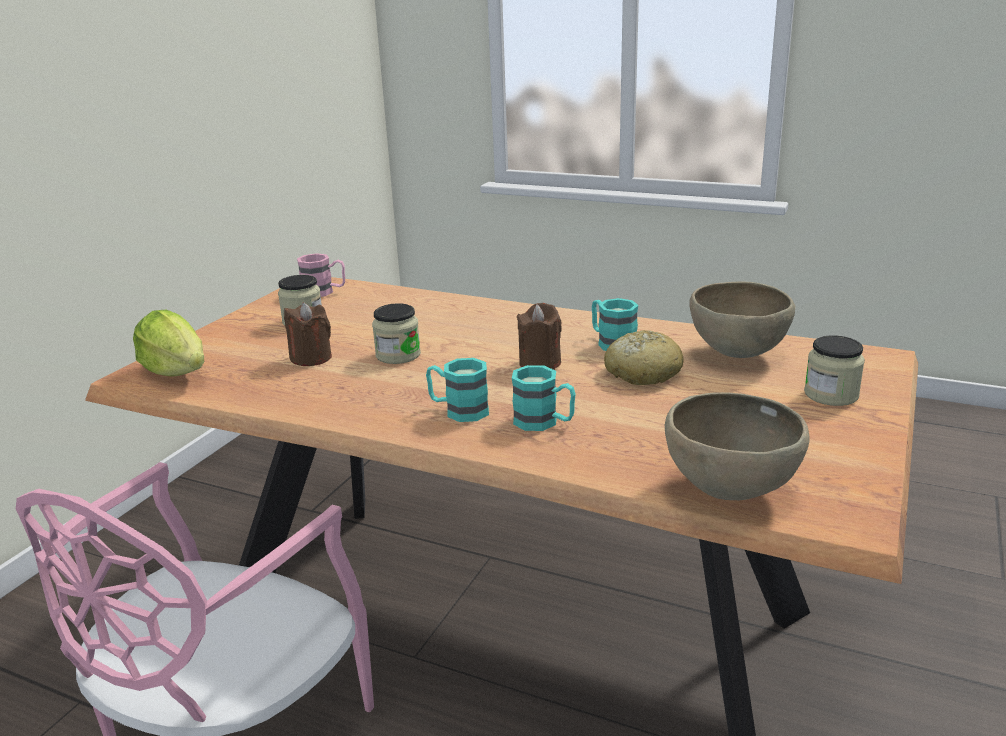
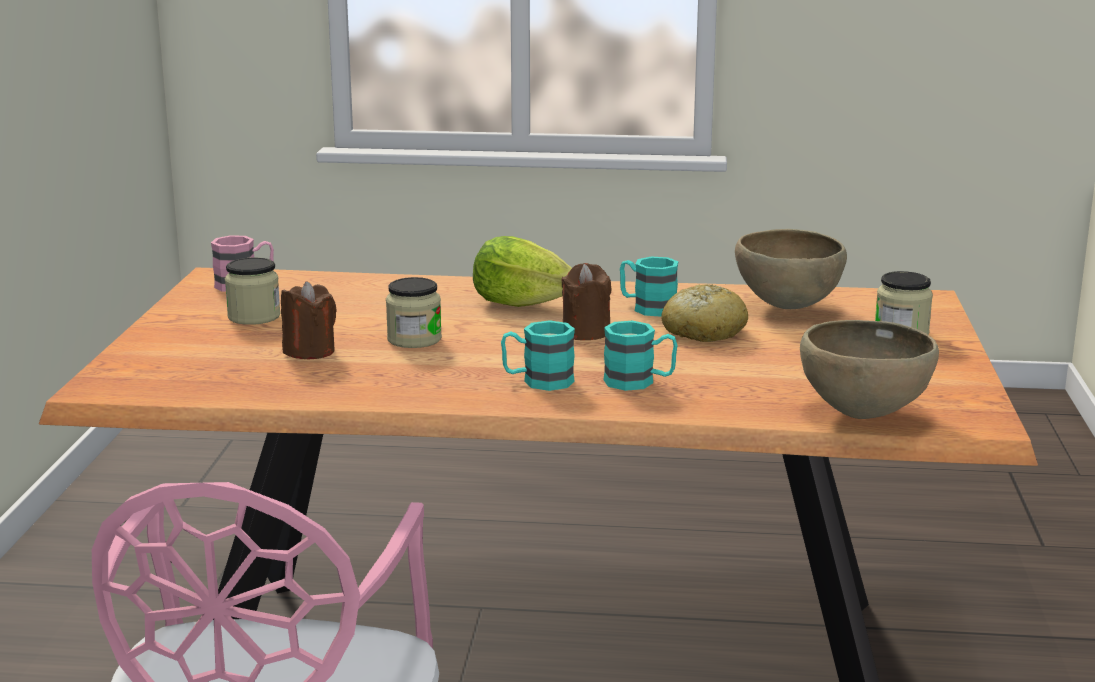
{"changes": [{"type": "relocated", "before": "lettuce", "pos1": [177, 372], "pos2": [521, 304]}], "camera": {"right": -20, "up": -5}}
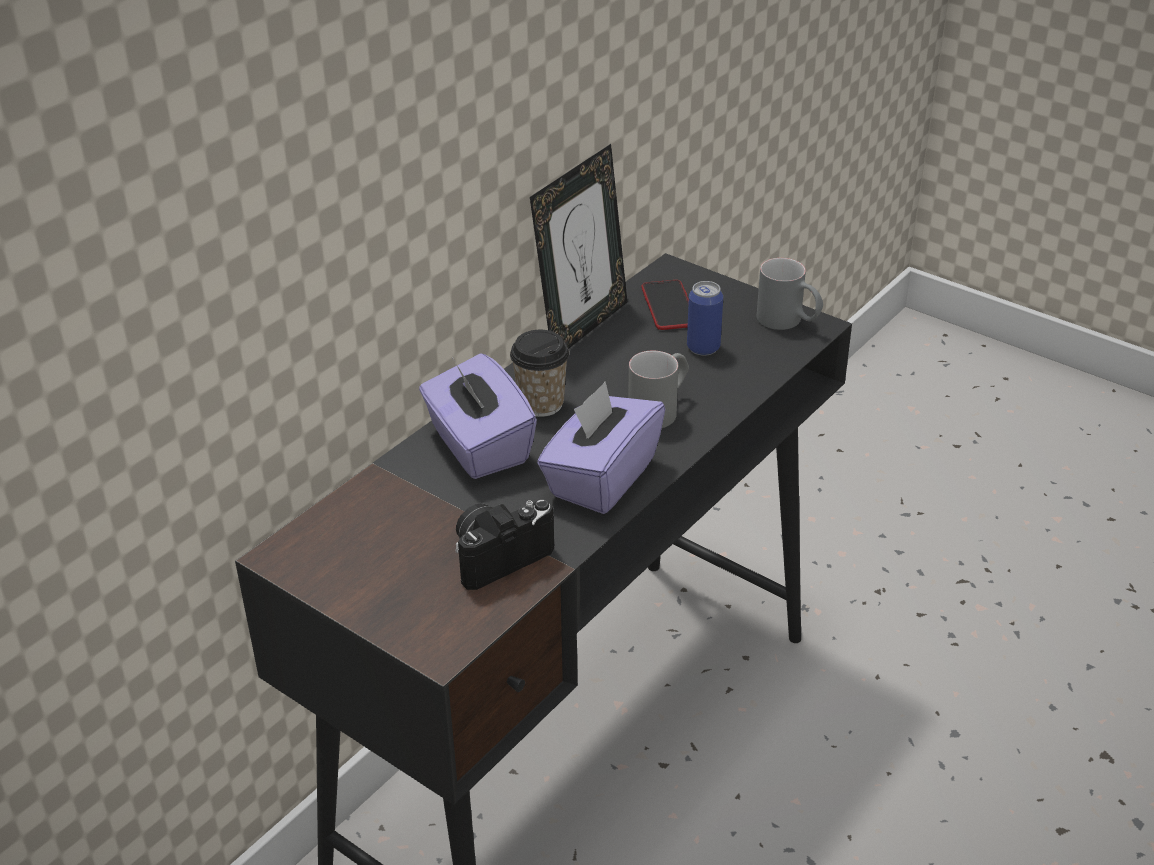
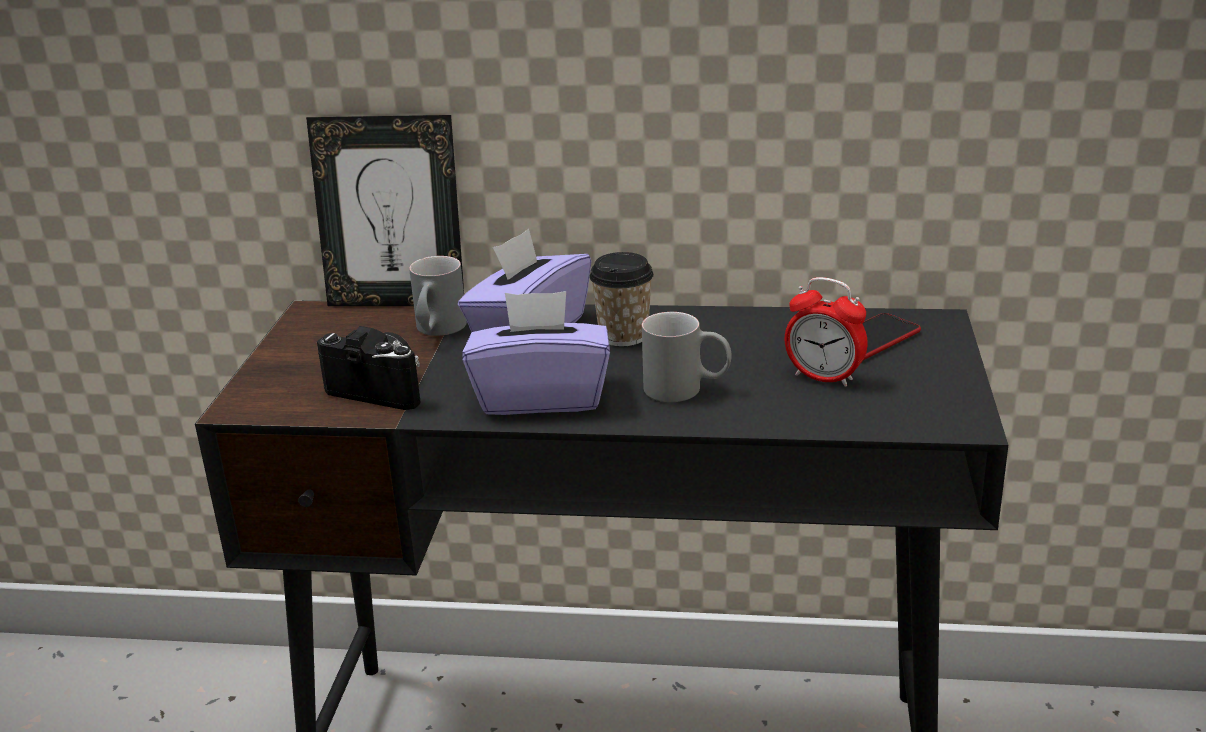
{"changes": [{"type": "relocated", "before": "picture frame", "pos1": [582, 327], "pos2": [398, 301]}, {"type": "relocated", "before": "mug (grey)", "pos1": [788, 322], "pos2": [437, 331]}, {"type": "exchanged", "before": "can", "after": "alarm clock", "pos1": [703, 347], "pos2": [824, 378]}], "camera": {"right": 60, "up": -10}}
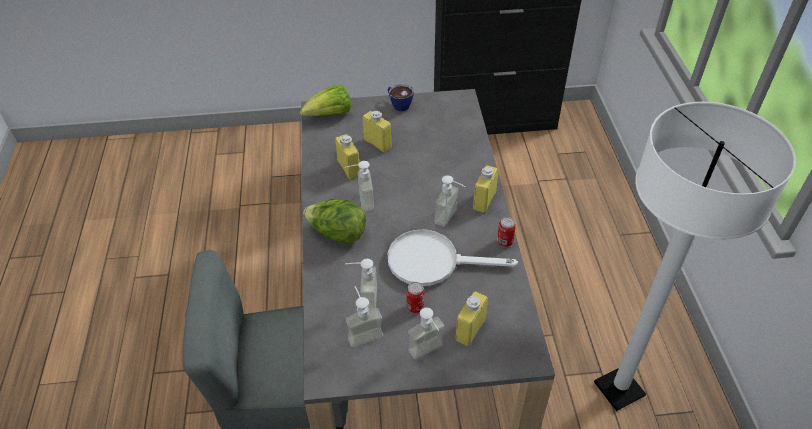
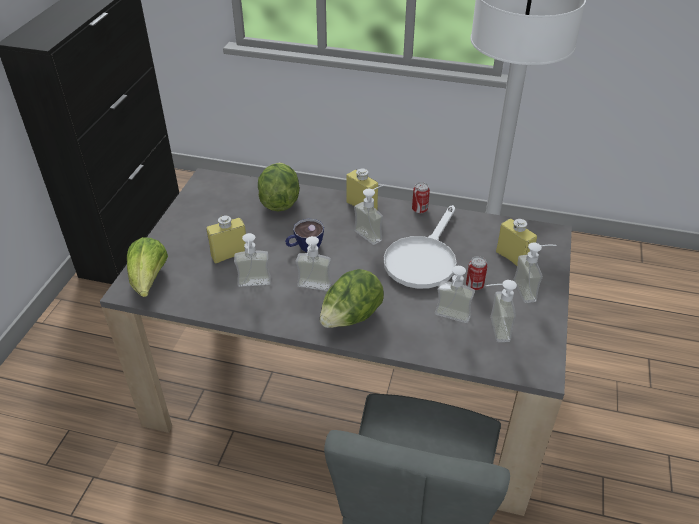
{"changes": [{"type": "relocated", "before": "cup", "pos1": [398, 104], "pos2": [304, 247]}, {"type": "exchanged", "before": "bottle (yellow)", "after": "soap dispenser", "pos1": [349, 168], "pos2": [254, 286]}, {"type": "appeared", "after": "lettuce", "pos2": [279, 201]}], "camera": {"right": -70, "up": -5}}
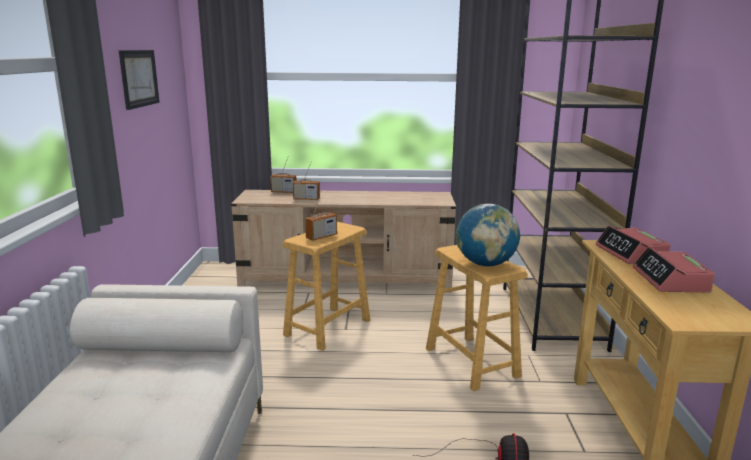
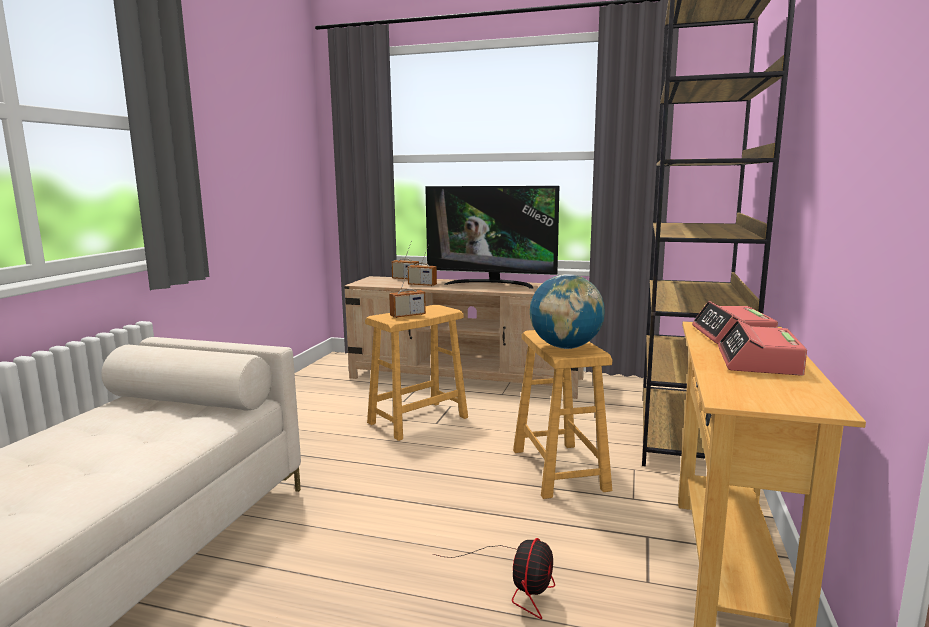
{"changes": [{"type": "missing", "before": "picture", "pos1": [139, 78]}, {"type": "appeared", "after": "television", "pos2": [492, 284]}], "camera": {"right": 15, "up": -5}}
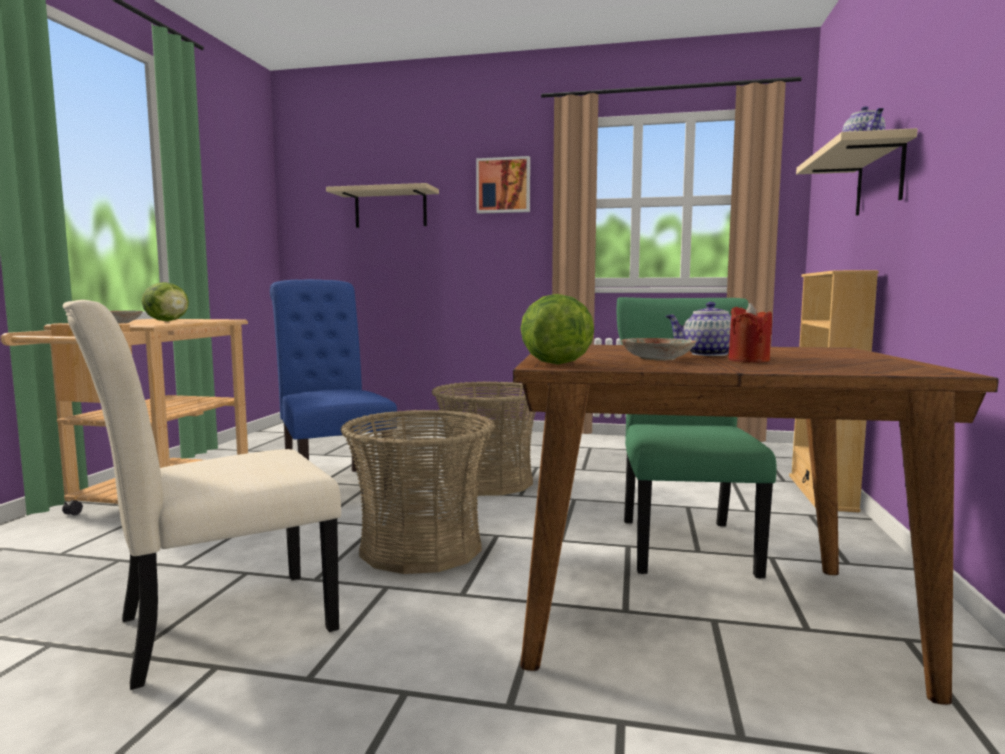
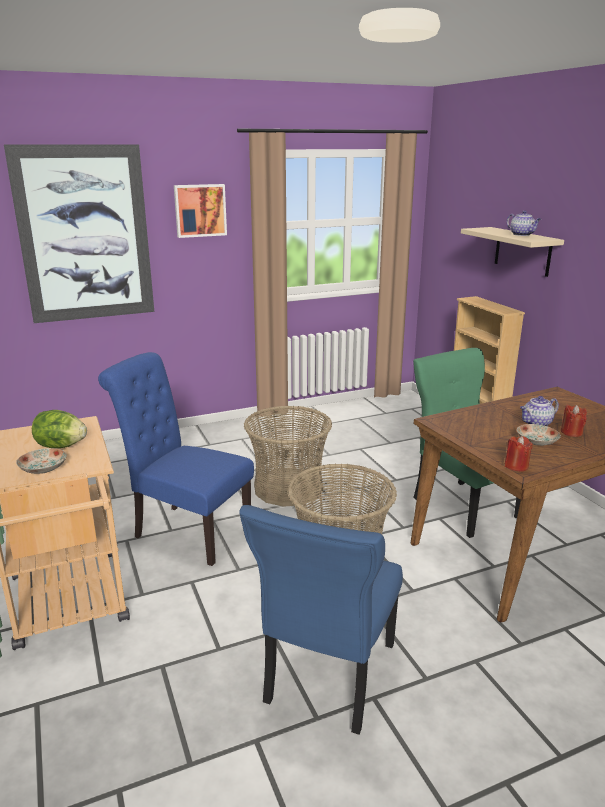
{"changes": [{"type": "exchanged", "before": "shelf (beige)", "after": "picture", "pos1": [390, 209], "pos2": [85, 235]}, {"type": "exchanged", "before": "lettuce", "after": "candle (red)", "pos1": [553, 363], "pos2": [516, 466]}, {"type": "colour", "before": "chair (beige)", "after": "chair (blue)", "pos1": [217, 626], "pos2": [328, 676]}], "camera": {"right": -35, "up": 15}}
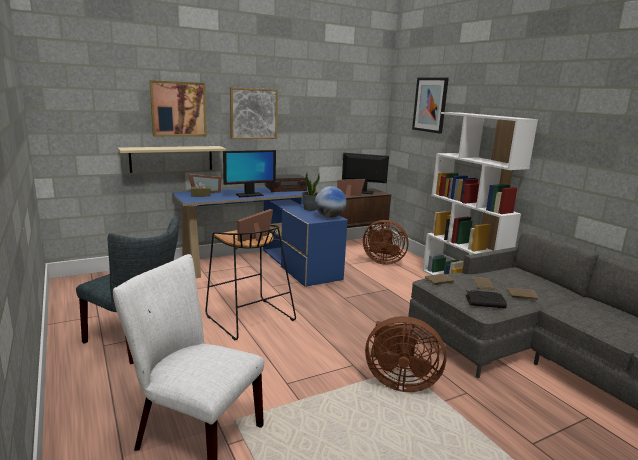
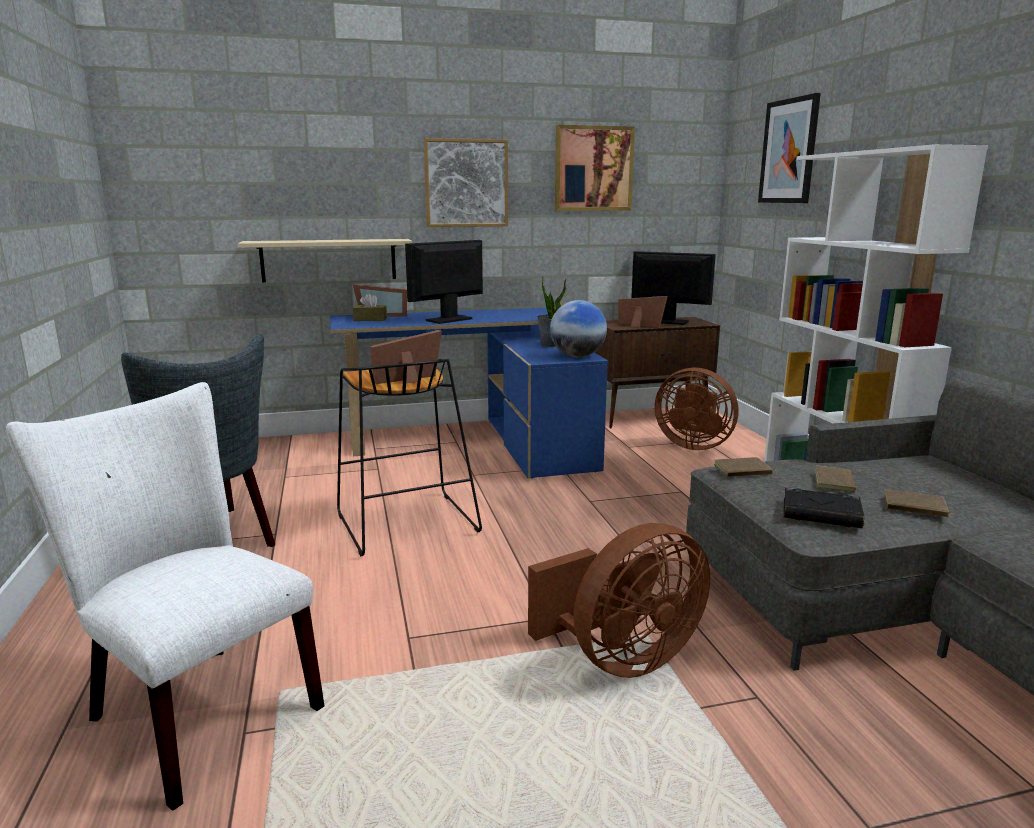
{"changes": [{"type": "relocated", "before": "picture", "pos1": [178, 109], "pos2": [593, 169]}, {"type": "spun", "before": "monitor", "pos1": [249, 195], "pos2": [449, 320], "turn": 150}, {"type": "missing", "before": "radio", "pos1": [285, 189]}, {"type": "spun", "before": "fan (brown)", "pos1": [399, 382], "pos2": [622, 659], "turn": -60}], "camera": {"right": 15, "up": 0}}
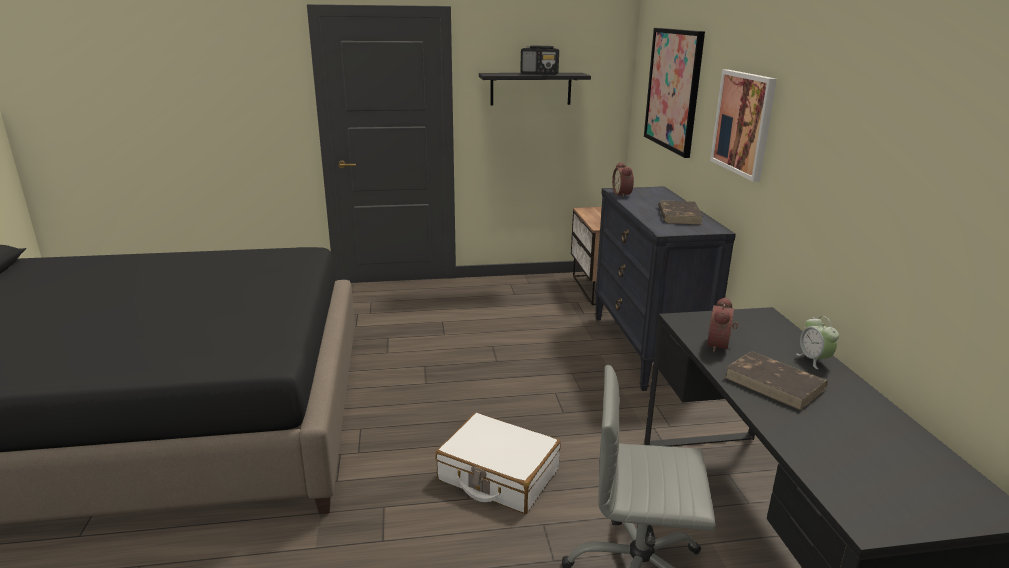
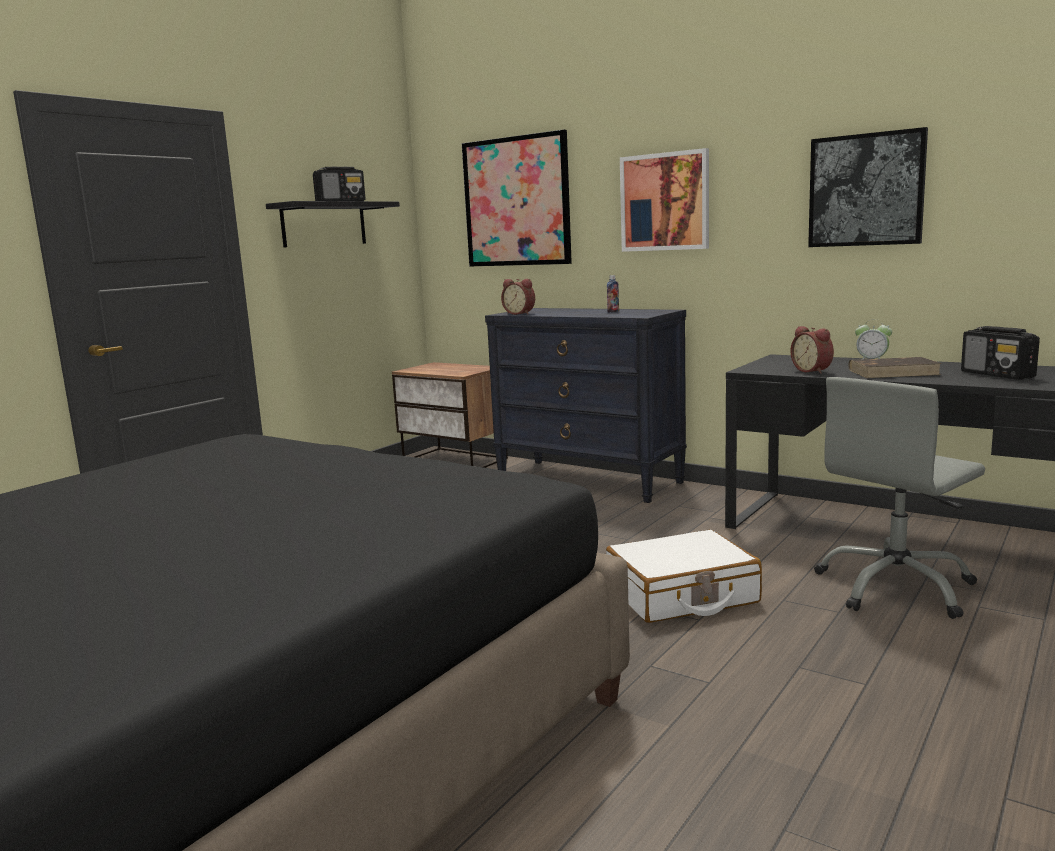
{"changes": [{"type": "exchanged", "before": "book (brown)", "after": "bottle", "pos1": [679, 215], "pos2": [613, 311]}, {"type": "appeared", "after": "picture", "pos2": [866, 190]}, {"type": "appeared", "after": "radio", "pos2": [997, 375]}], "camera": {"right": -45, "up": -10}}
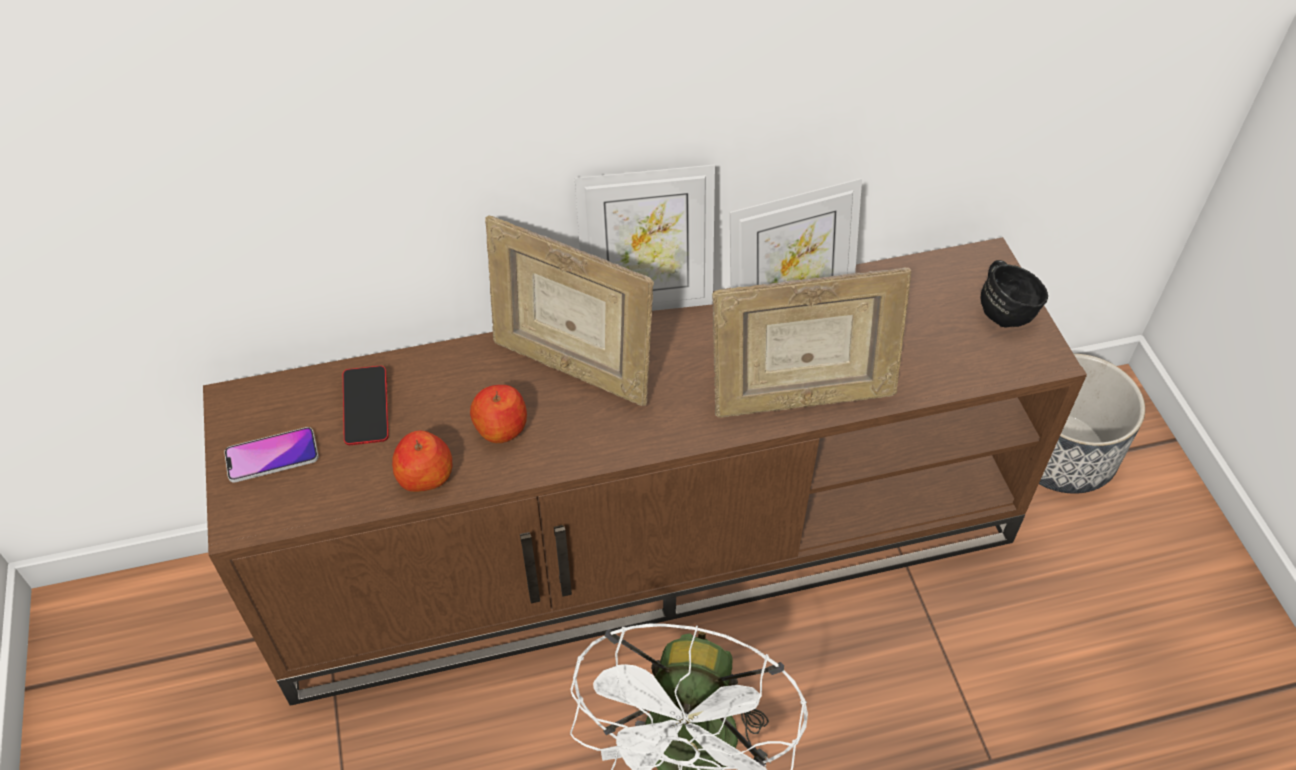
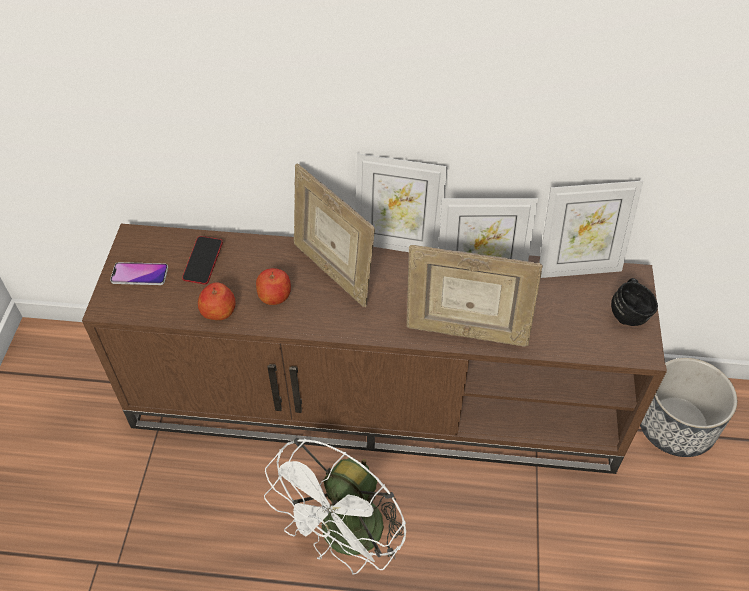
{"changes": [{"type": "appeared", "after": "picture frame", "pos2": [577, 267]}], "camera": {"right": 20, "up": 0}}
